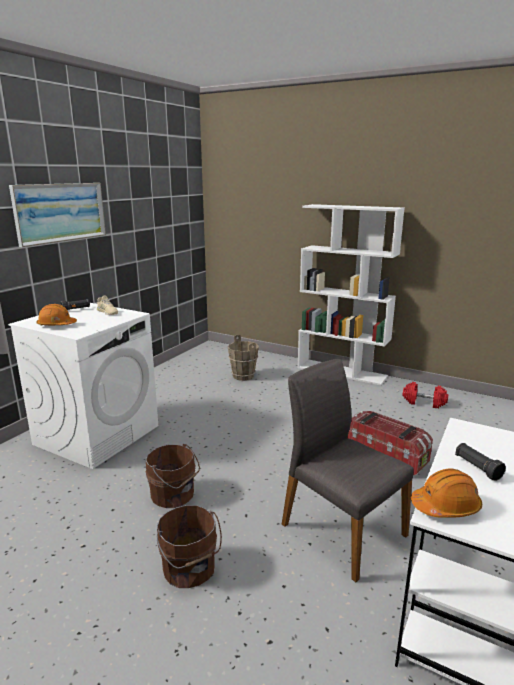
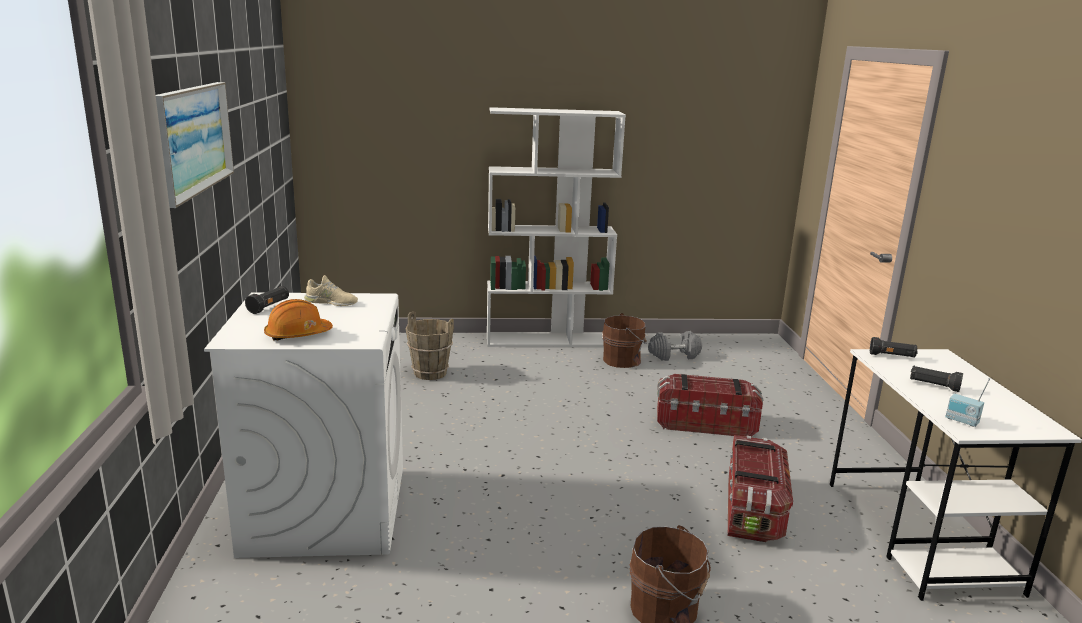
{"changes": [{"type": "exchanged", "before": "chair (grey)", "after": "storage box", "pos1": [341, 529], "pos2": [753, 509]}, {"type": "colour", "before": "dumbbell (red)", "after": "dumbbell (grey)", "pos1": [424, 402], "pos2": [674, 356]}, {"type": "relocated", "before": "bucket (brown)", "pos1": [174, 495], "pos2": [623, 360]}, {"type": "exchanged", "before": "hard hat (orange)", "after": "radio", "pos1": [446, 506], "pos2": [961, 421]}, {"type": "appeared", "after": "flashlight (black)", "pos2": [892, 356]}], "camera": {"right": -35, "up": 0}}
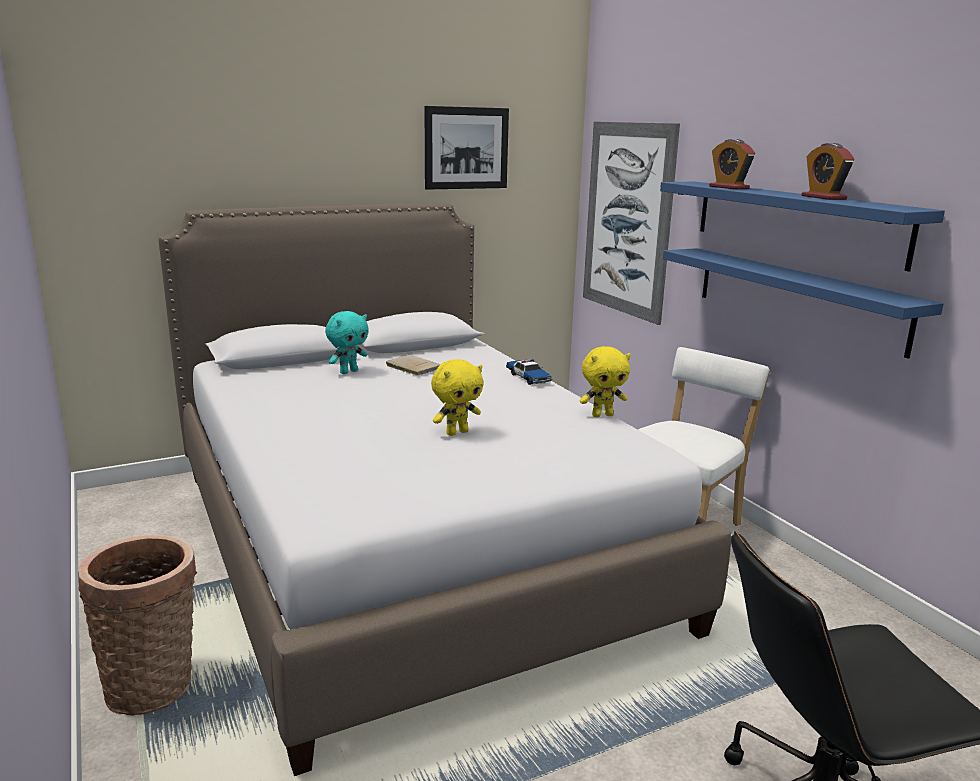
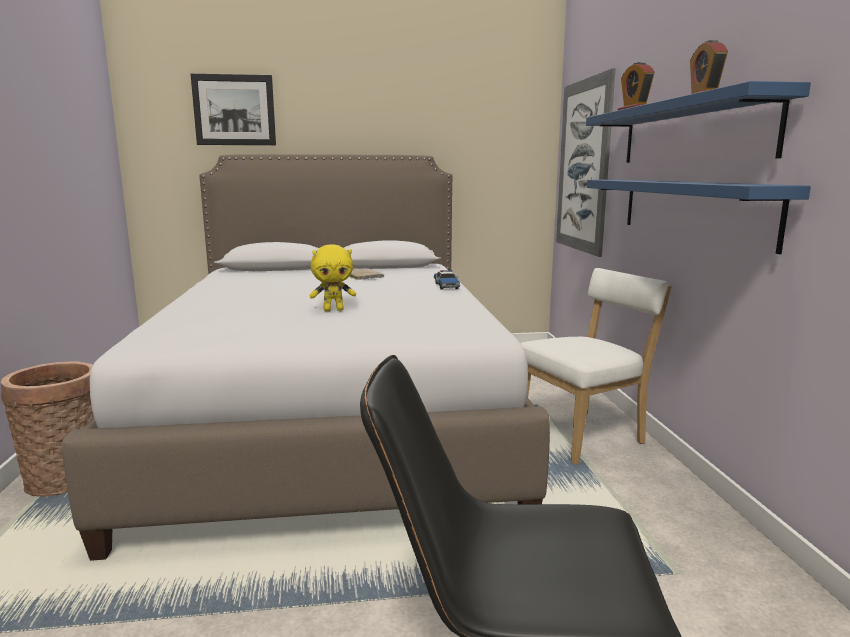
{"changes": [{"type": "relocated", "before": "picture", "pos1": [466, 148], "pos2": [234, 110]}, {"type": "missing", "before": "plush toy (turquoise)", "pos1": [348, 372]}, {"type": "missing", "before": "plush toy (yellow)", "pos1": [602, 415]}], "camera": {"right": 20, "up": -5}}
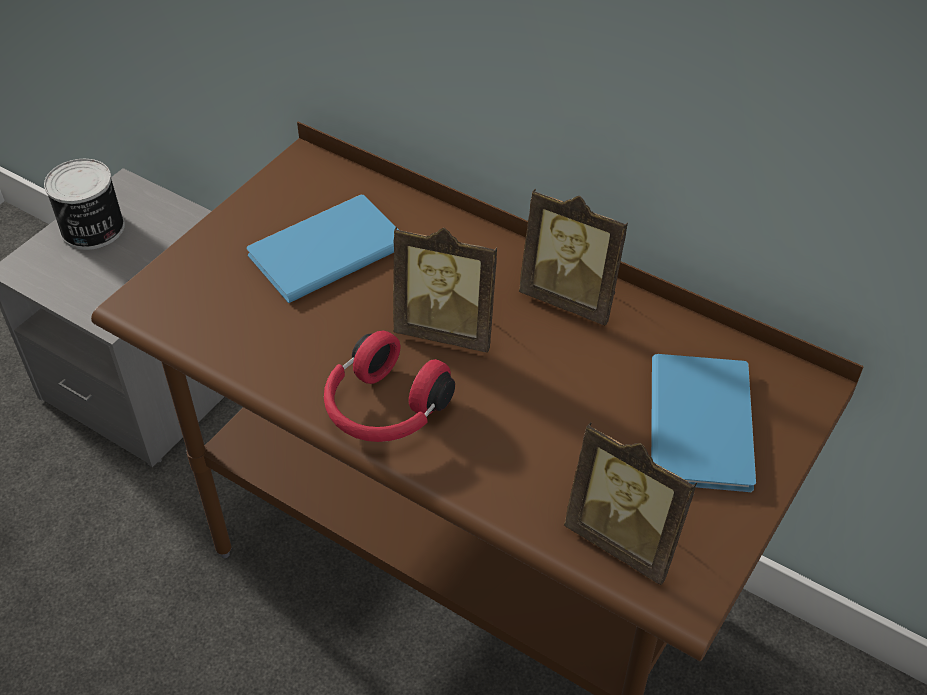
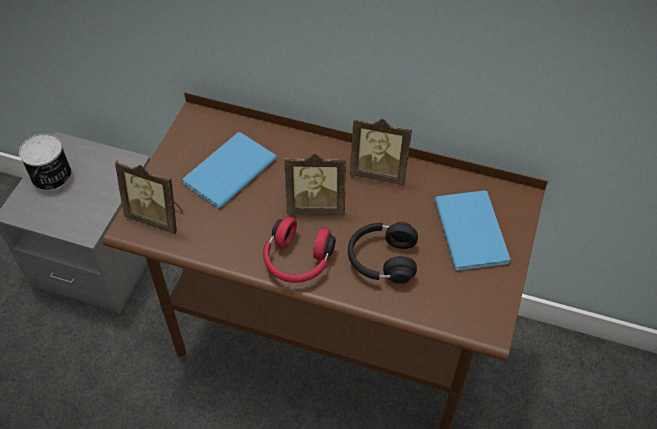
{"changes": [{"type": "relocated", "before": "picture frame", "pos1": [626, 539], "pos2": [157, 216]}, {"type": "appeared", "after": "headphones (black)", "pos2": [381, 260]}], "camera": {"right": -15, "up": 5}}
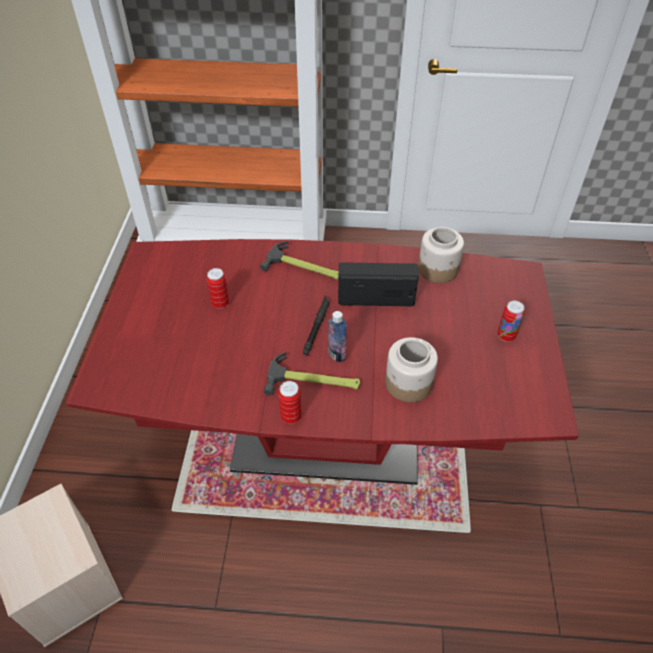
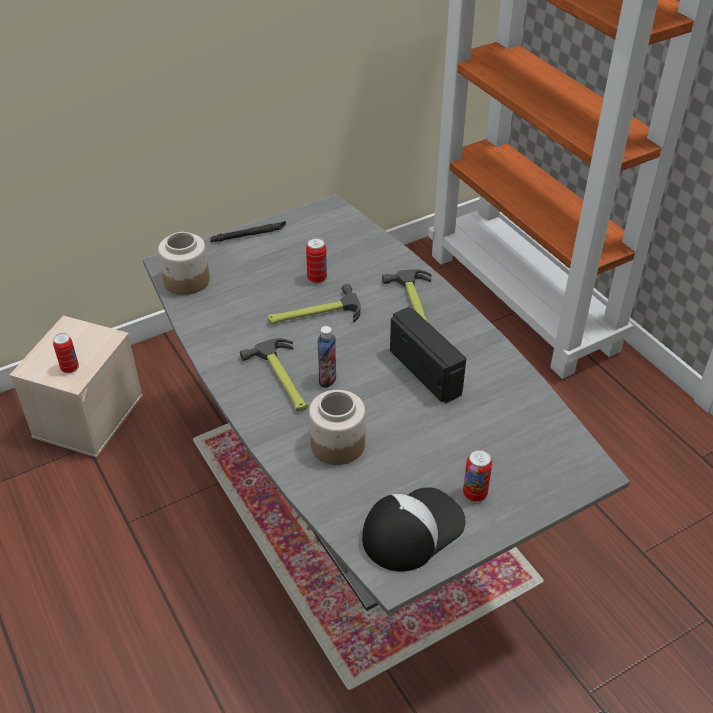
{"changes": [{"type": "relocated", "before": "jar", "pos1": [438, 269], "pos2": [186, 281]}, {"type": "colour", "before": "dining table (red)", "after": "dining table (grey)", "pos1": [326, 438], "pos2": [356, 505]}, {"type": "relocated", "before": "flashlight (black)", "pos1": [316, 327], "pos2": [248, 235]}, {"type": "relocated", "before": "can", "pos1": [291, 416], "pos2": [70, 368]}, {"type": "appeared", "after": "hammer", "pos2": [313, 314]}, {"type": "appeared", "after": "cap", "pos2": [412, 529]}], "camera": {"right": 55, "up": -5}}
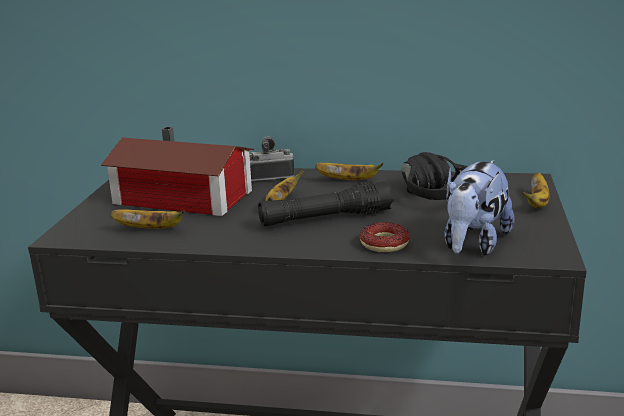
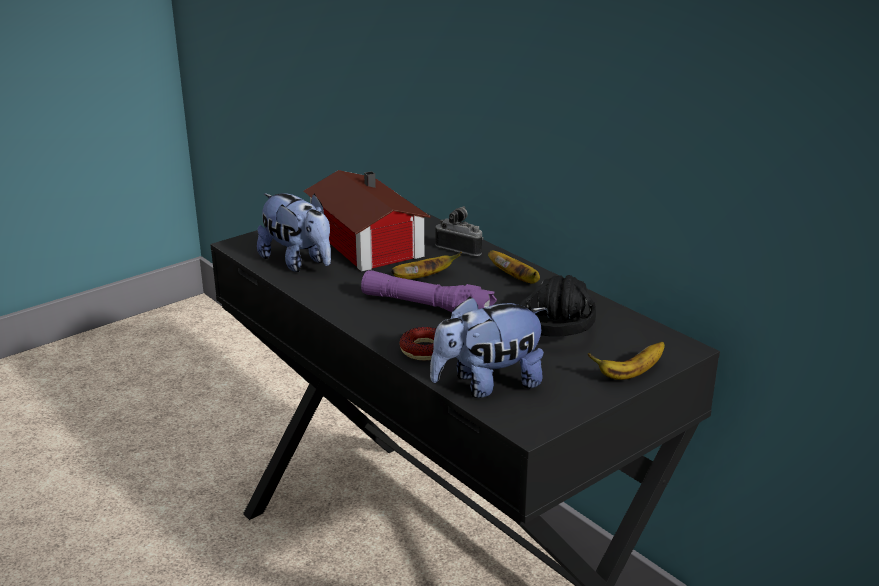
{"changes": [{"type": "colour", "before": "flashlight (black)", "after": "flashlight (purple)", "pos1": [325, 219], "pos2": [426, 307]}, {"type": "exchanged", "before": "banana", "after": "plush toy", "pos1": [151, 229], "pos2": [298, 262]}], "camera": {"right": 40, "up": 5}}
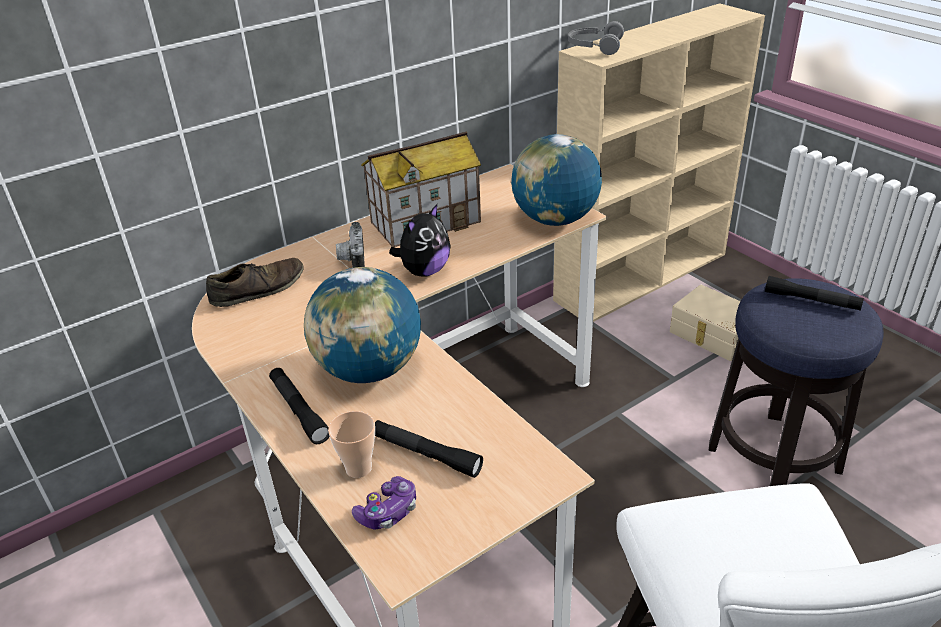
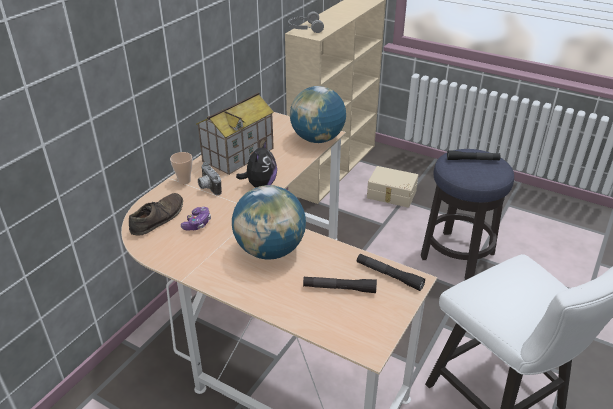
{"changes": [{"type": "relocated", "before": "flashlight (black)", "pos1": [299, 410], "pos2": [389, 275]}, {"type": "relocated", "before": "cup", "pos1": [358, 468], "pos2": [184, 181]}, {"type": "relocated", "before": "game controller", "pos1": [388, 512], "pos2": [197, 224]}], "camera": {"right": -25, "up": 0}}
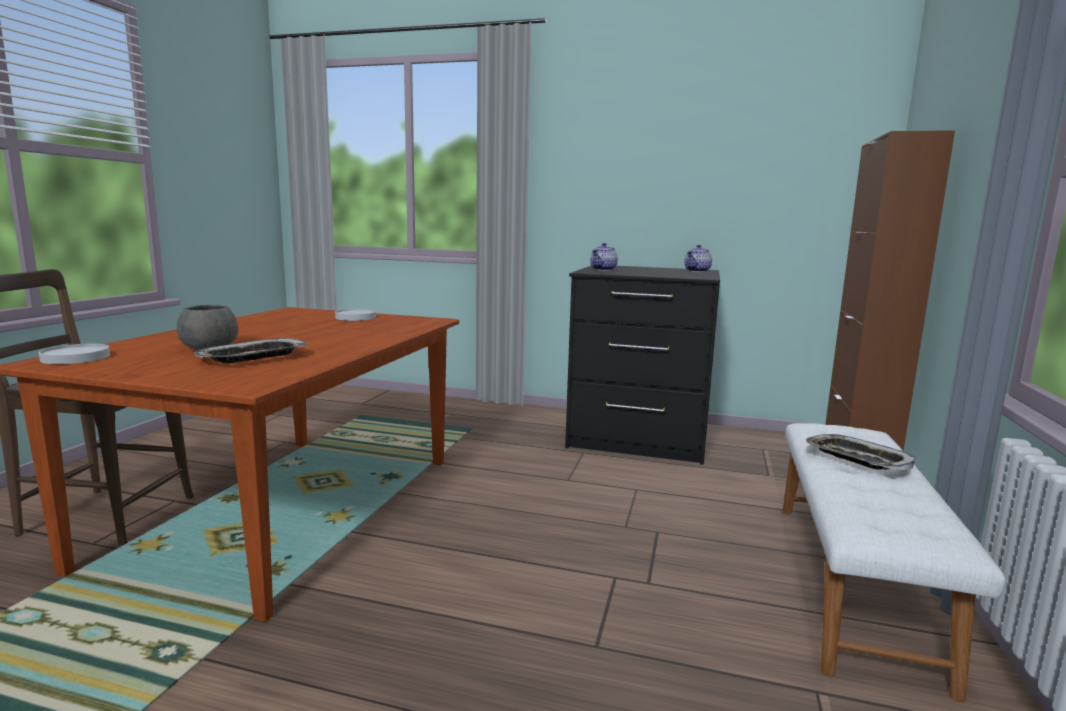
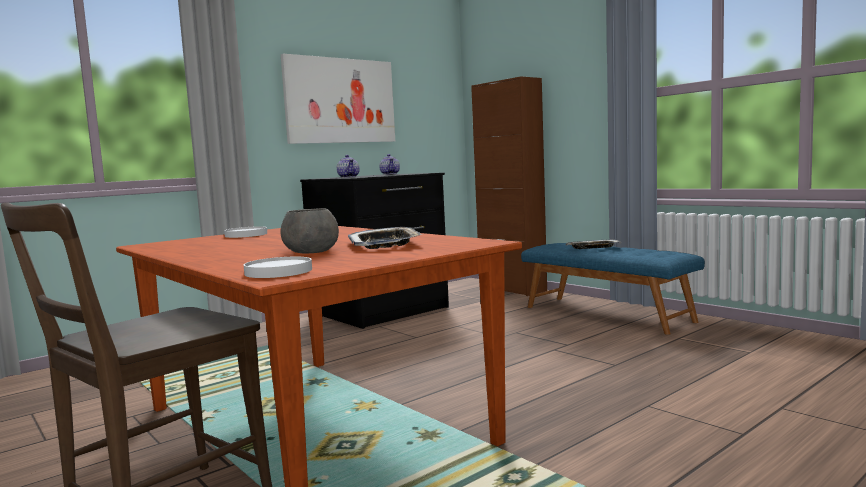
{"changes": [{"type": "colour", "before": "bench (white)", "after": "bench (blue)", "pos1": [854, 583], "pos2": [607, 314]}, {"type": "appeared", "after": "picture", "pos2": [340, 101]}], "camera": {"right": -55, "up": -5}}
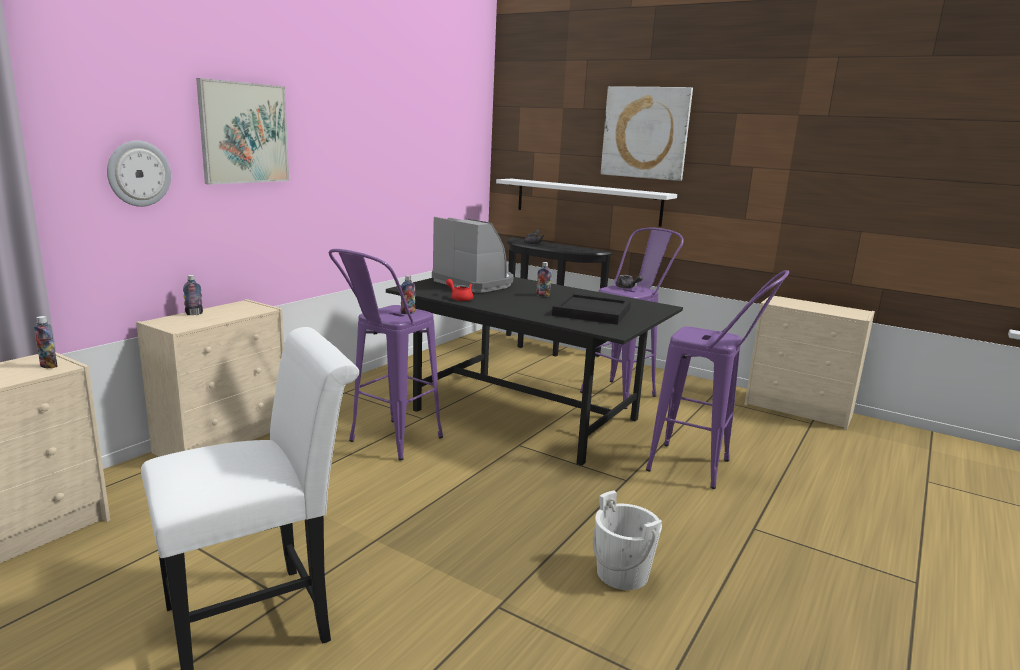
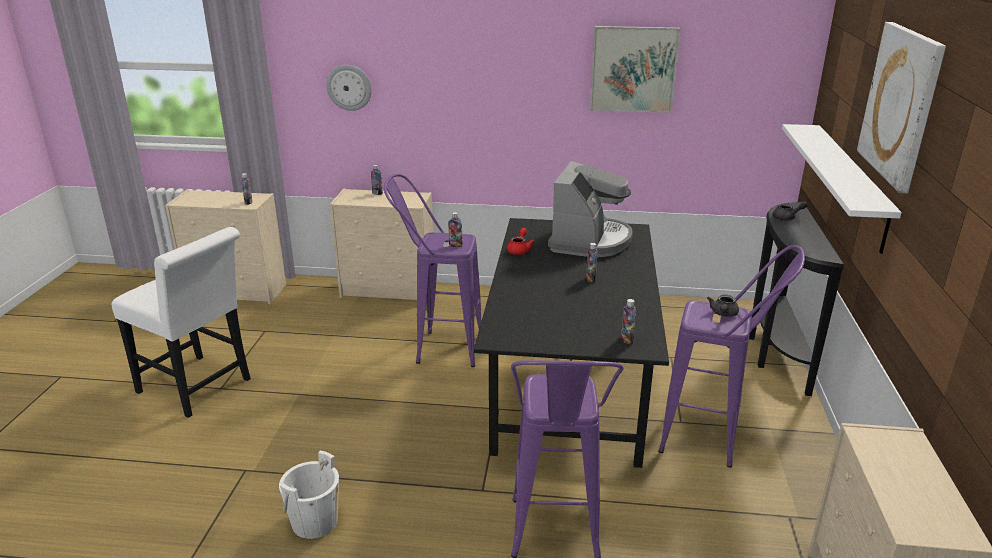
{"changes": [{"type": "relocated", "before": "picture", "pos1": [244, 133], "pos2": [633, 69]}, {"type": "missing", "before": "tray (black)", "pos1": [591, 312]}, {"type": "appeared", "after": "bottle", "pos2": [627, 339]}], "camera": {"right": 65, "up": 10}}
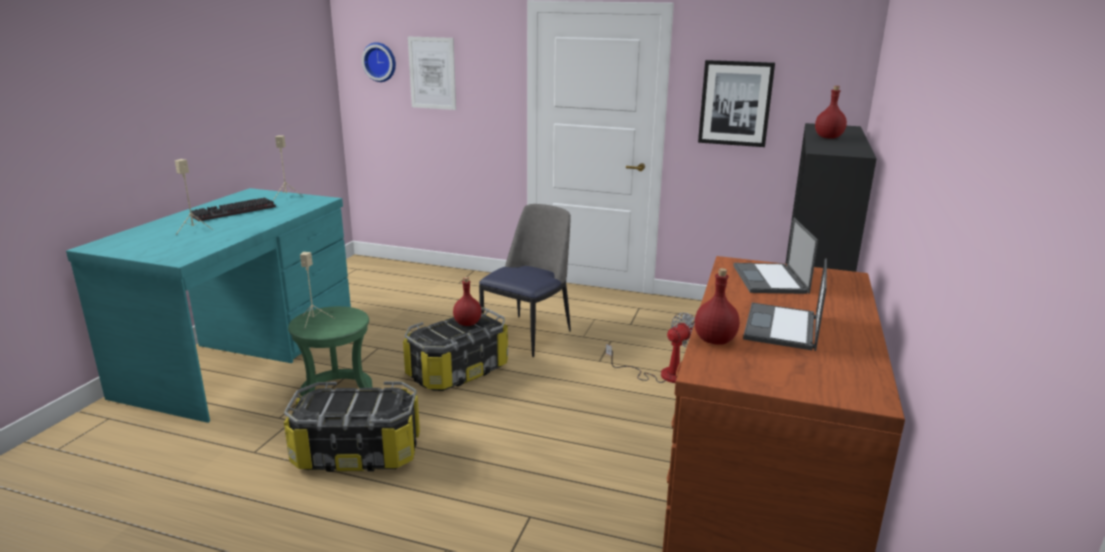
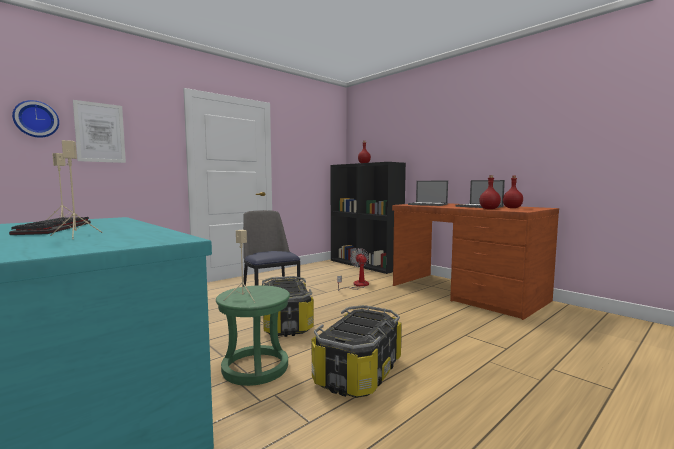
{"changes": [{"type": "missing", "before": "picture", "pos1": [735, 103]}, {"type": "relocated", "before": "bottle (red)", "pos1": [468, 323], "pos2": [512, 208]}], "camera": {"right": -60, "up": -15}}
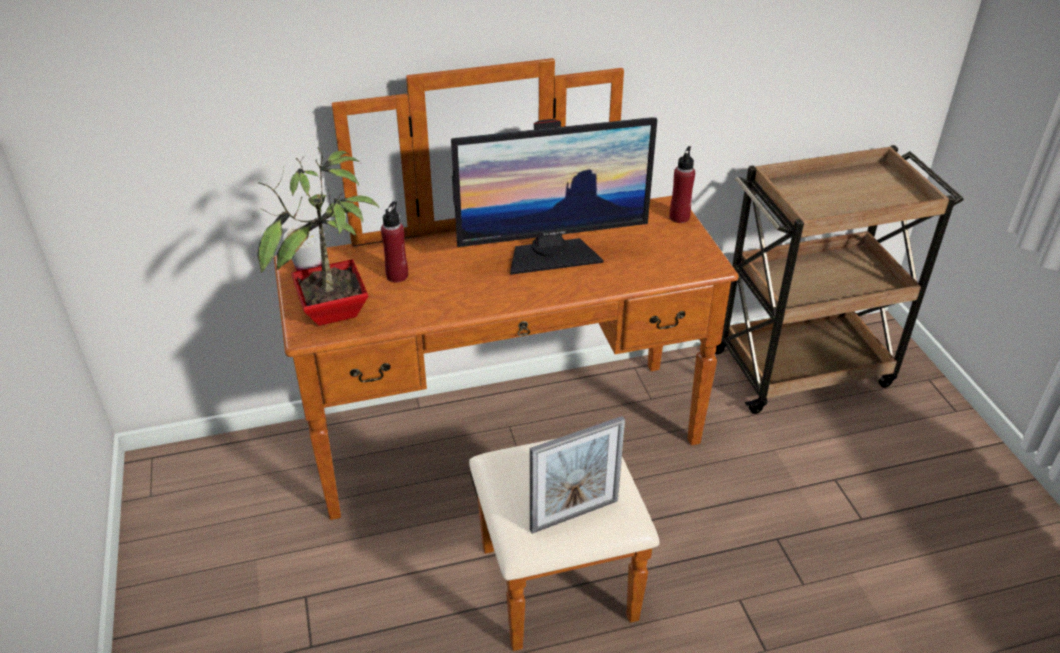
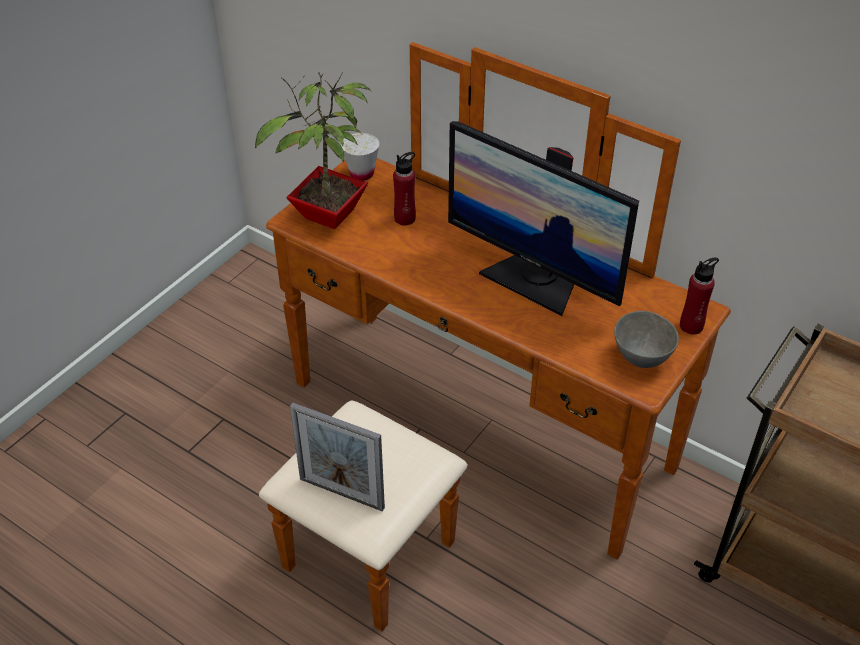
{"changes": [{"type": "appeared", "after": "bowl (grey)", "pos2": [640, 358]}], "camera": {"right": 50, "up": 5}}
